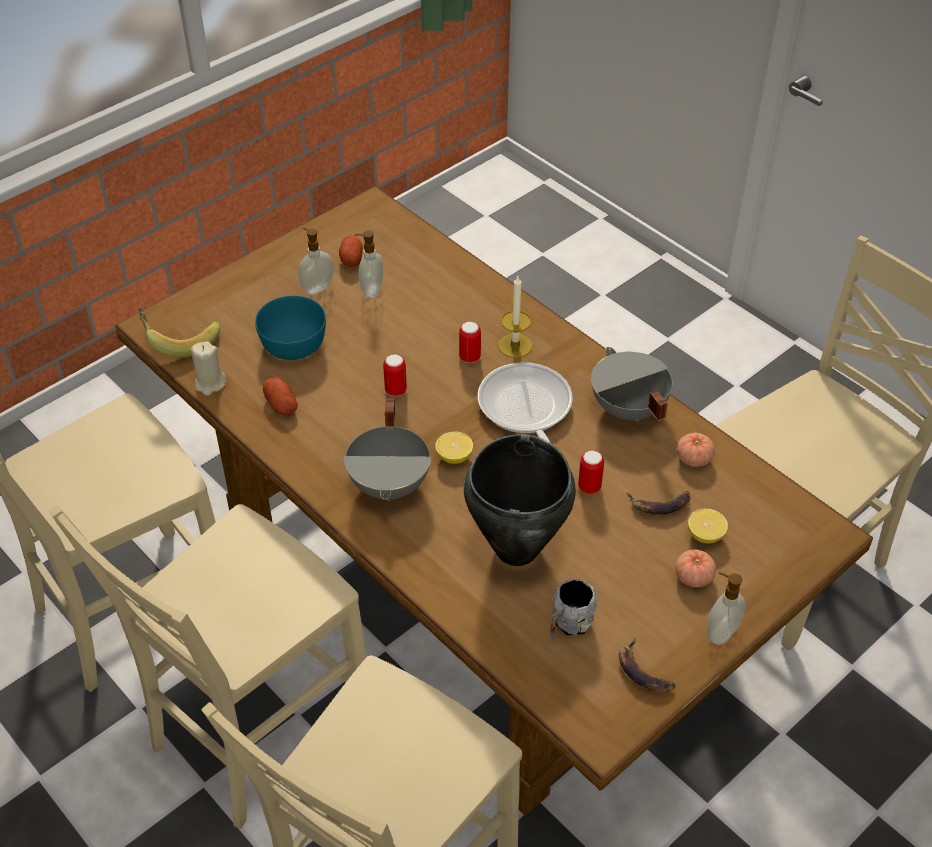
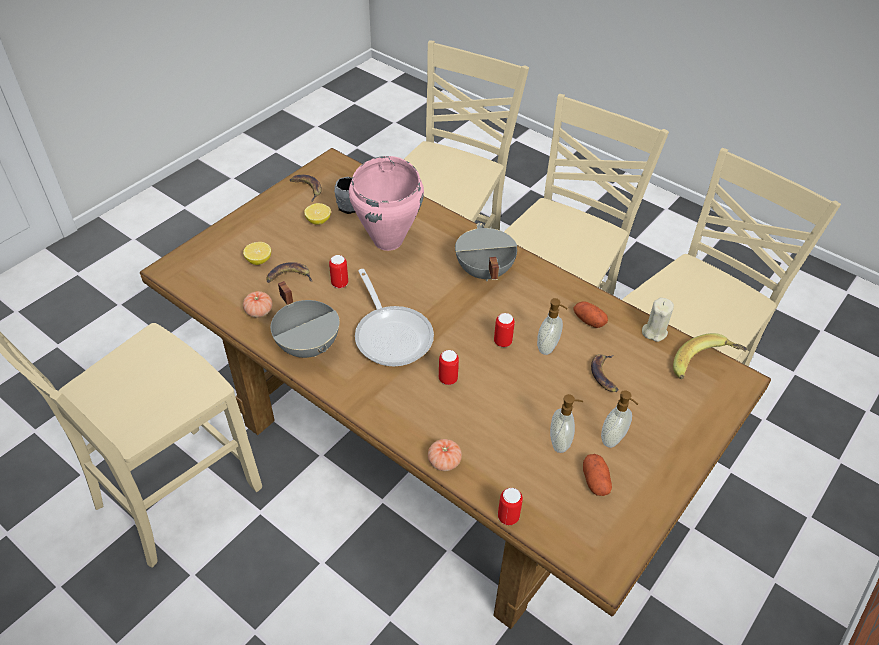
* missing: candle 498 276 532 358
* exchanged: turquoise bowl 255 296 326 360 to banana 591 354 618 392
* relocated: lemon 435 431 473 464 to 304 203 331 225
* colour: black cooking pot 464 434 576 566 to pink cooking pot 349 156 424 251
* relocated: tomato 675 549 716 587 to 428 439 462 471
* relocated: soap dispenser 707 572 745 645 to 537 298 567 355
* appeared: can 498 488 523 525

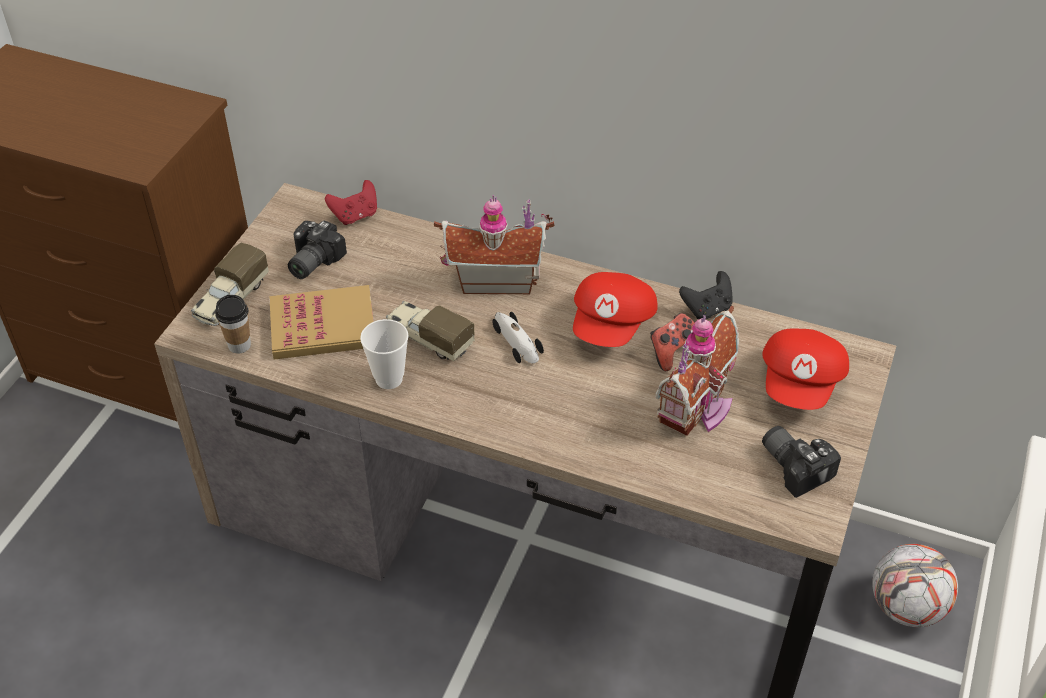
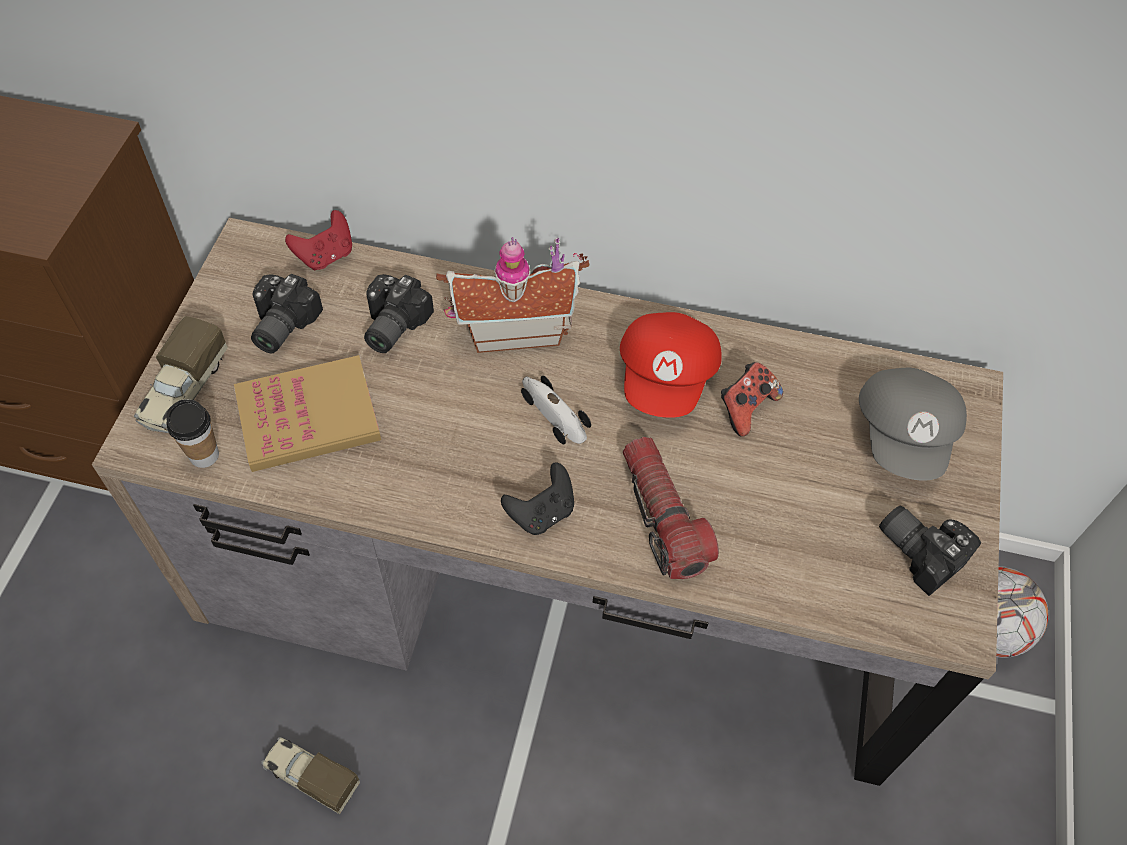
* relocated: black game controller 679 271 733 319 to 501 462 574 535
* relocated: toy truck 386 301 475 361 to 261 737 360 815
* missing: toy house 655 306 739 436
* missing: cup 360 319 409 389
* colour: red cap 762 329 849 410 to grey cap 859 368 967 481
* appeared: photo camera 364 274 434 353
* appeared: flashlight 623 437 719 579

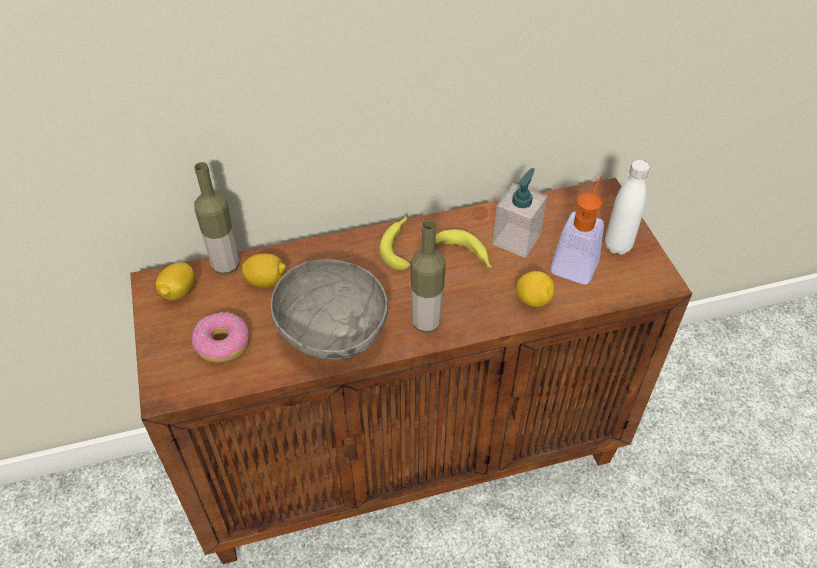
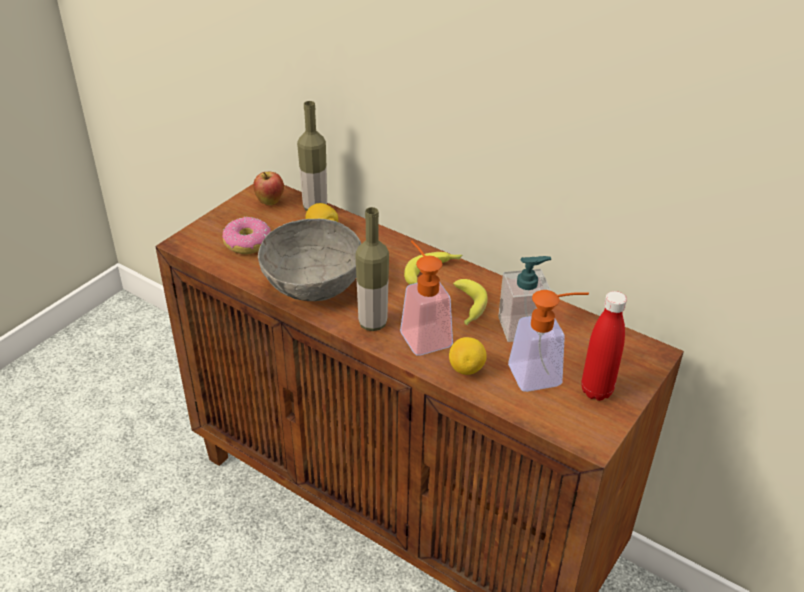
* colour: white bottle 605 160 650 255 to red bottle 581 291 627 401
* exchanged: lemon 156 263 195 300 to apple 253 172 284 205
* appeared: soap dispenser 400 241 453 356

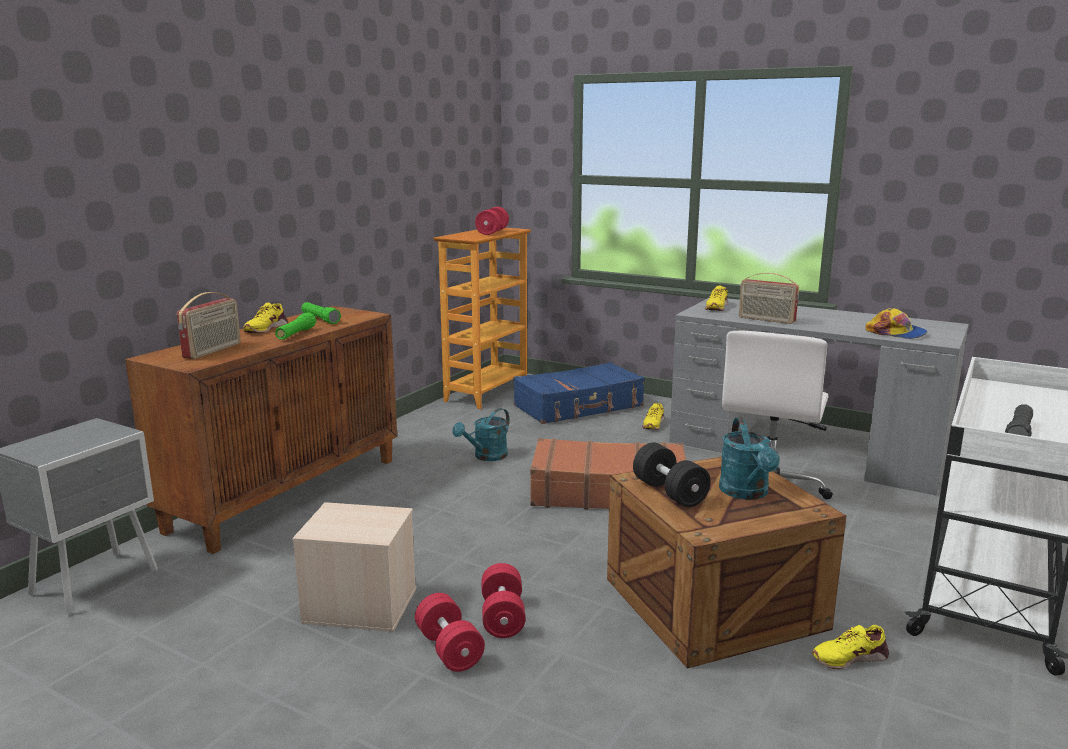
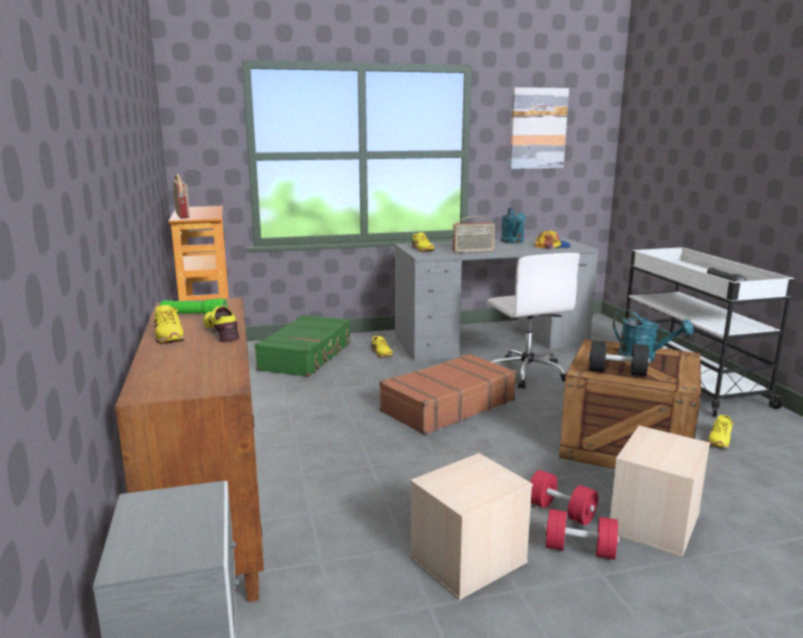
* missing: red dumbbell 475 207 509 235
* relocated: radio 177 292 241 359 to 173 174 190 219
* exchanged: green flashlight 275 312 316 340 to yellow shoe 204 306 240 342
* colour: blue suitcase 514 362 645 424 to green suitcase 255 315 351 377
* relocated: turquoise watering can 452 408 509 461 to 501 208 526 243
* appeared: picture 509 87 569 169
* appeared: beige storage box 610 426 710 557

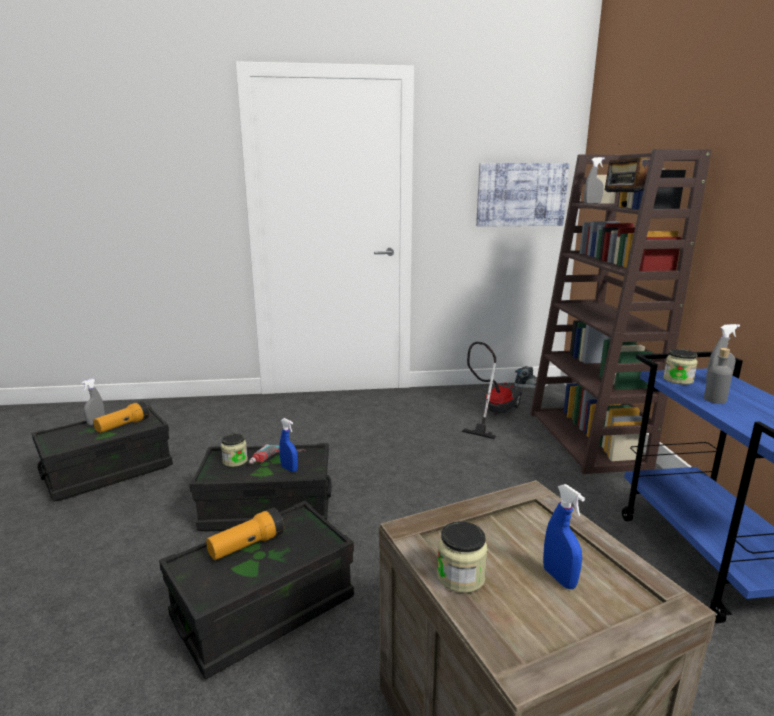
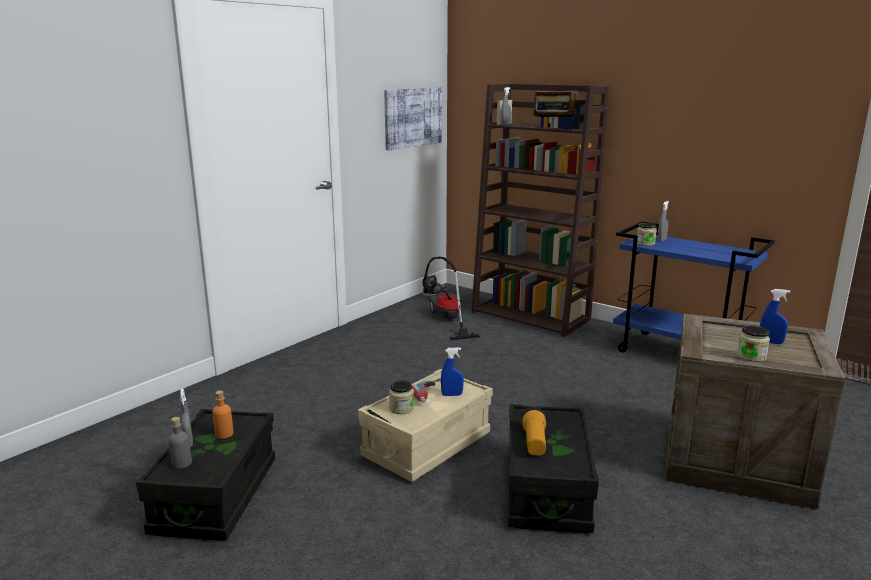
* relocated: grey bottle 704 348 733 404 to 168 417 192 469
* exchanged: flashlight 93 401 149 433 to orange bottle 212 390 234 439
* colour: black storage box 189 443 331 531 to beige storage box 358 369 493 482

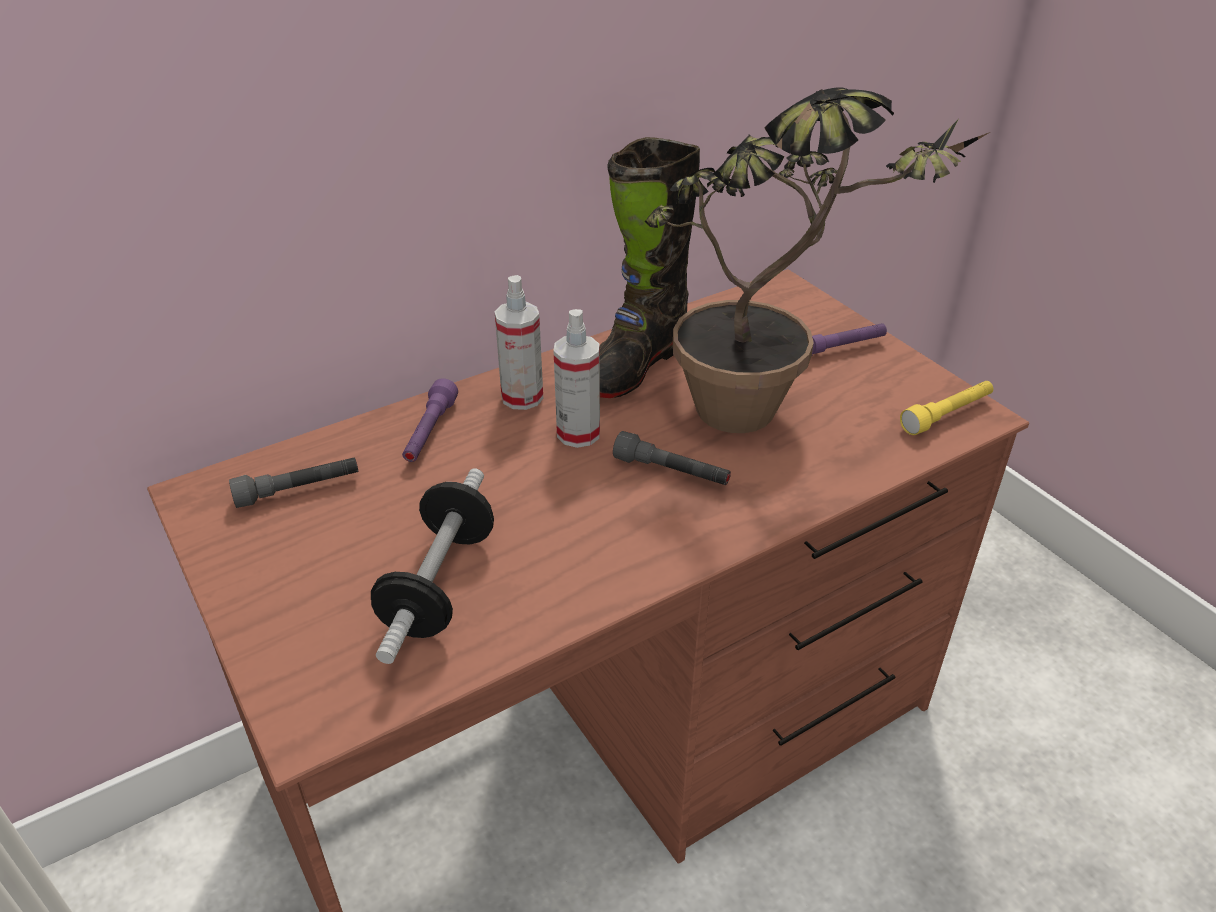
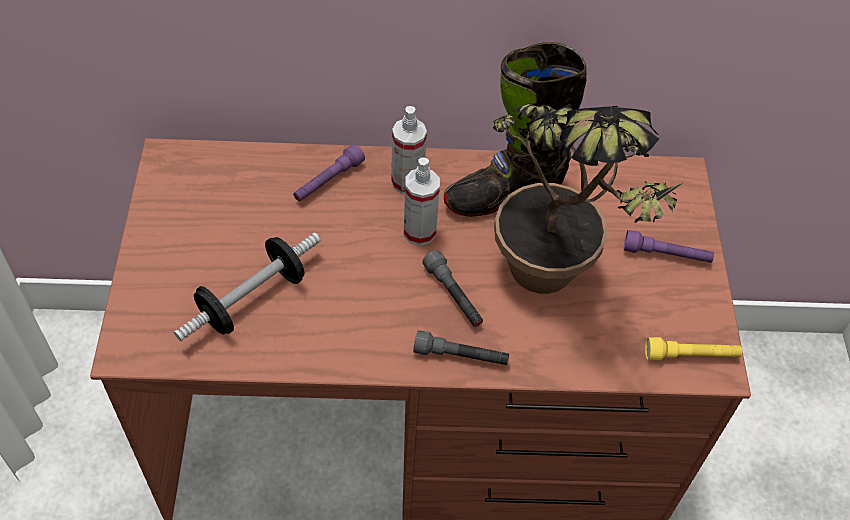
* relocated: grey flashlight 229 457 358 508 to 413 330 509 365

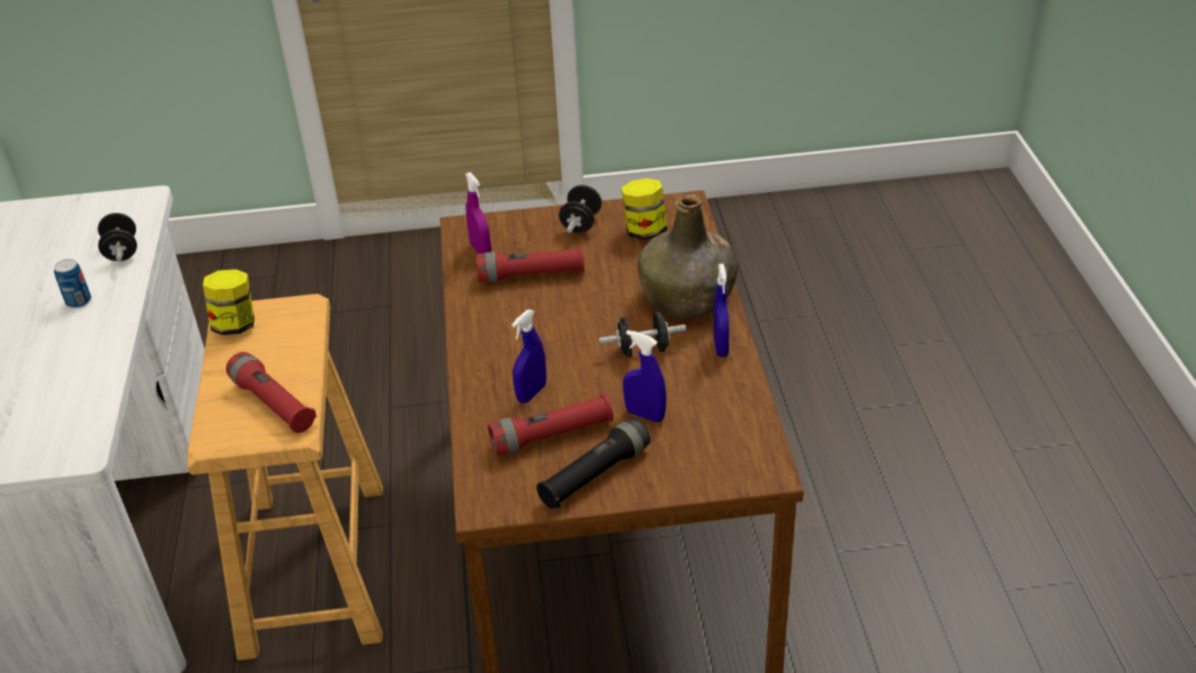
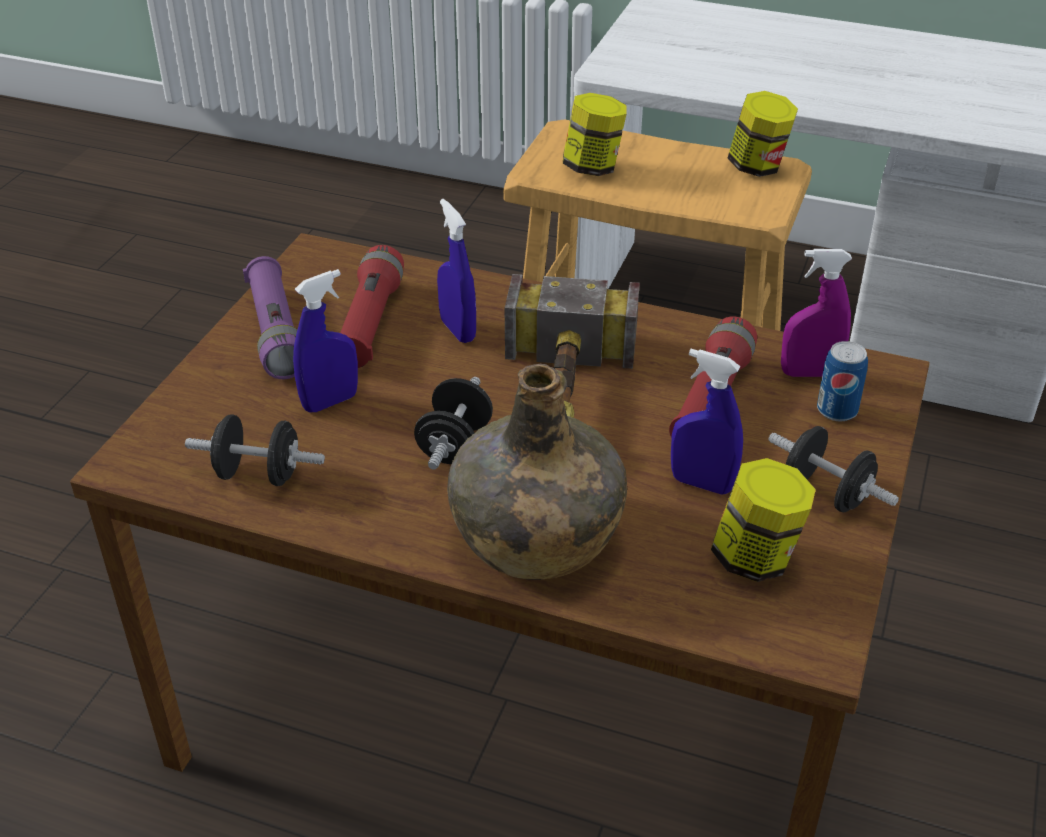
* relocated: black dumbbell 98 213 137 261 to 185 415 325 486
* relocated: can 54 259 91 308 to 817 341 868 421
* relocated: blue spray bottle 713 264 729 357 to 671 349 743 495
* exchanged: red flashlight 226 352 317 433 to jar 563 93 627 176
* colour: black flashlight 537 418 650 509 to purple flashlight 243 256 298 379
* appeared: hammer 505 274 640 418

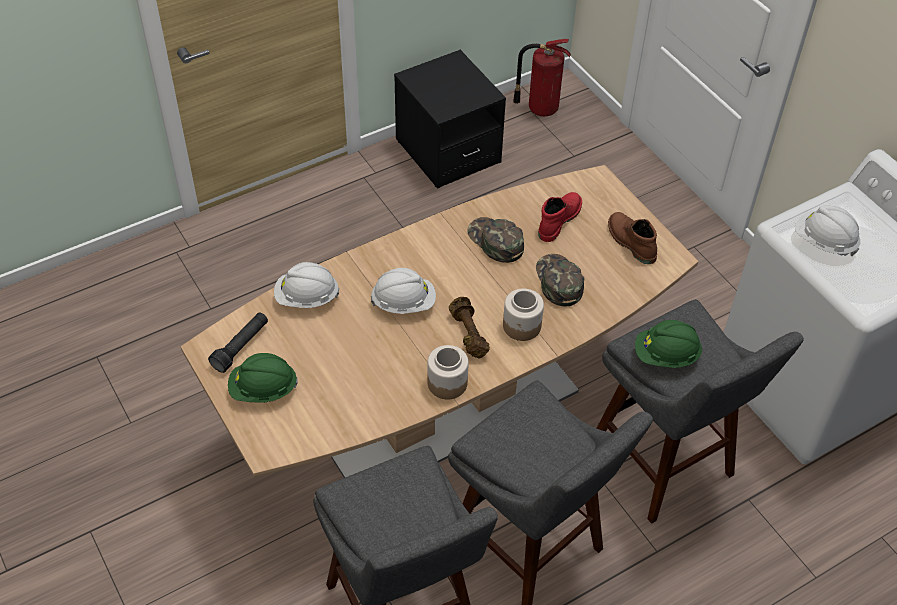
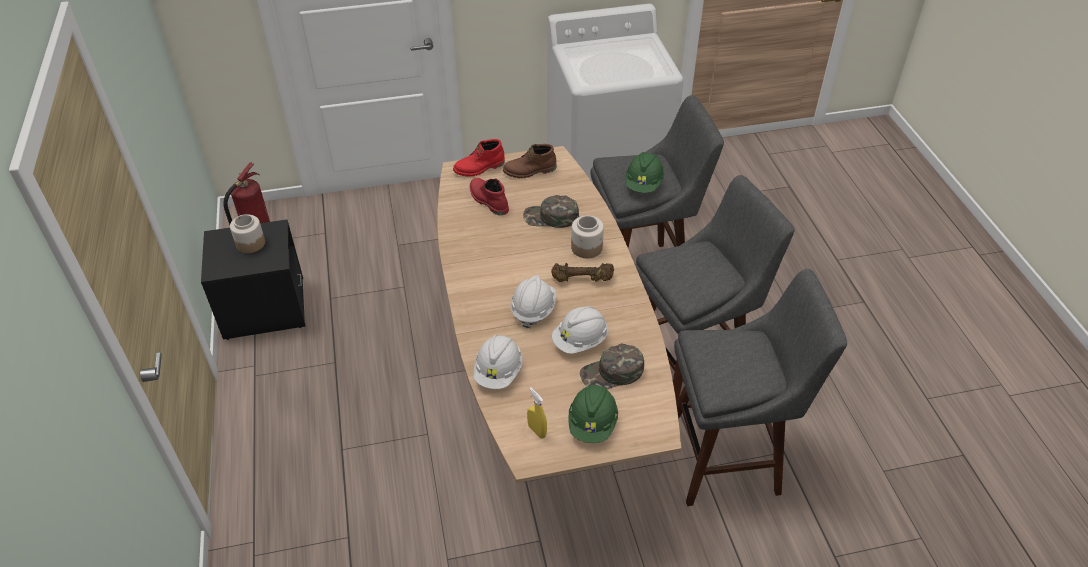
* relocated: white hard hat 795 206 860 256 to 552 306 608 354
* relocated: green cap 467 217 524 263 to 580 343 644 389
* exchanged: black flashlight 208 312 268 373 to yellow spray bottle 527 387 547 438
* relocated: jar 427 345 469 400 to 230 214 265 253
* appeared: red boot 453 139 505 177

